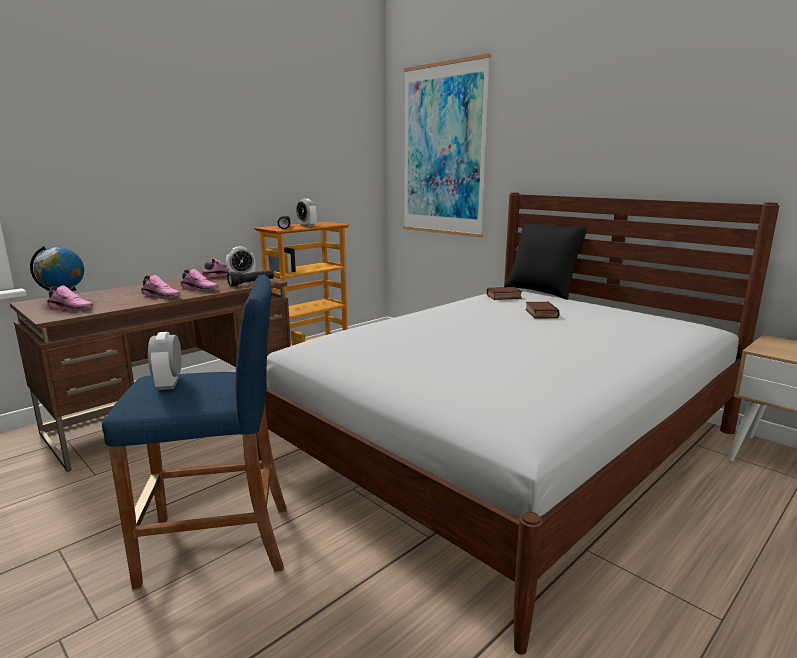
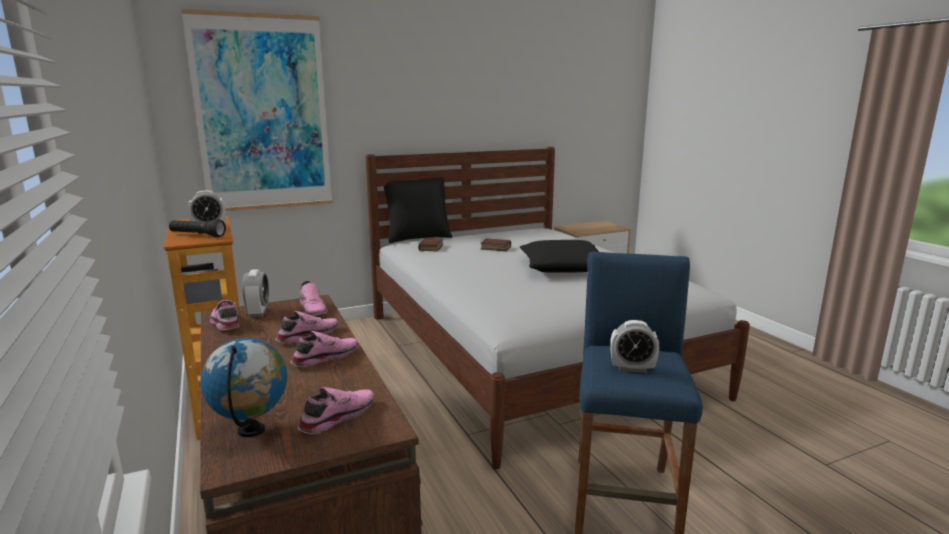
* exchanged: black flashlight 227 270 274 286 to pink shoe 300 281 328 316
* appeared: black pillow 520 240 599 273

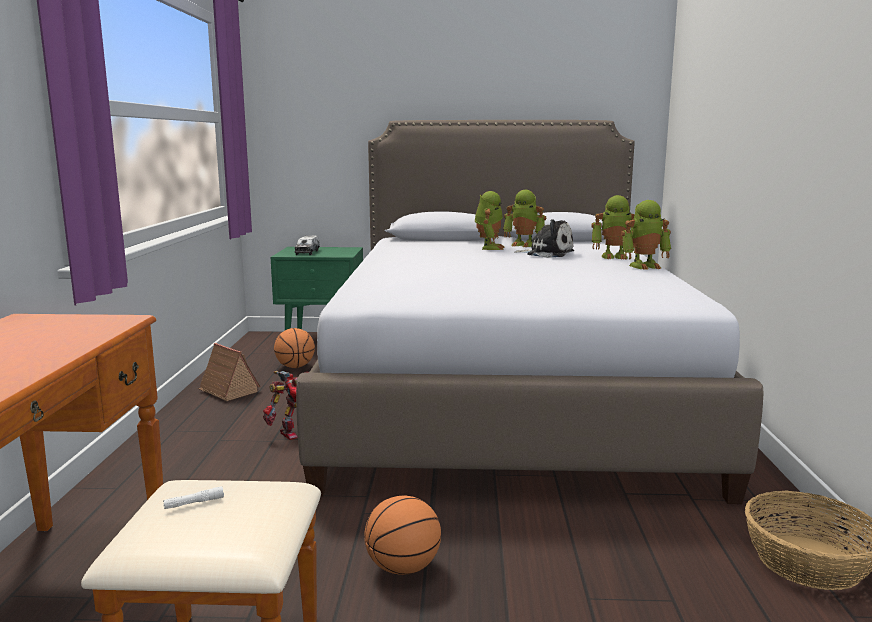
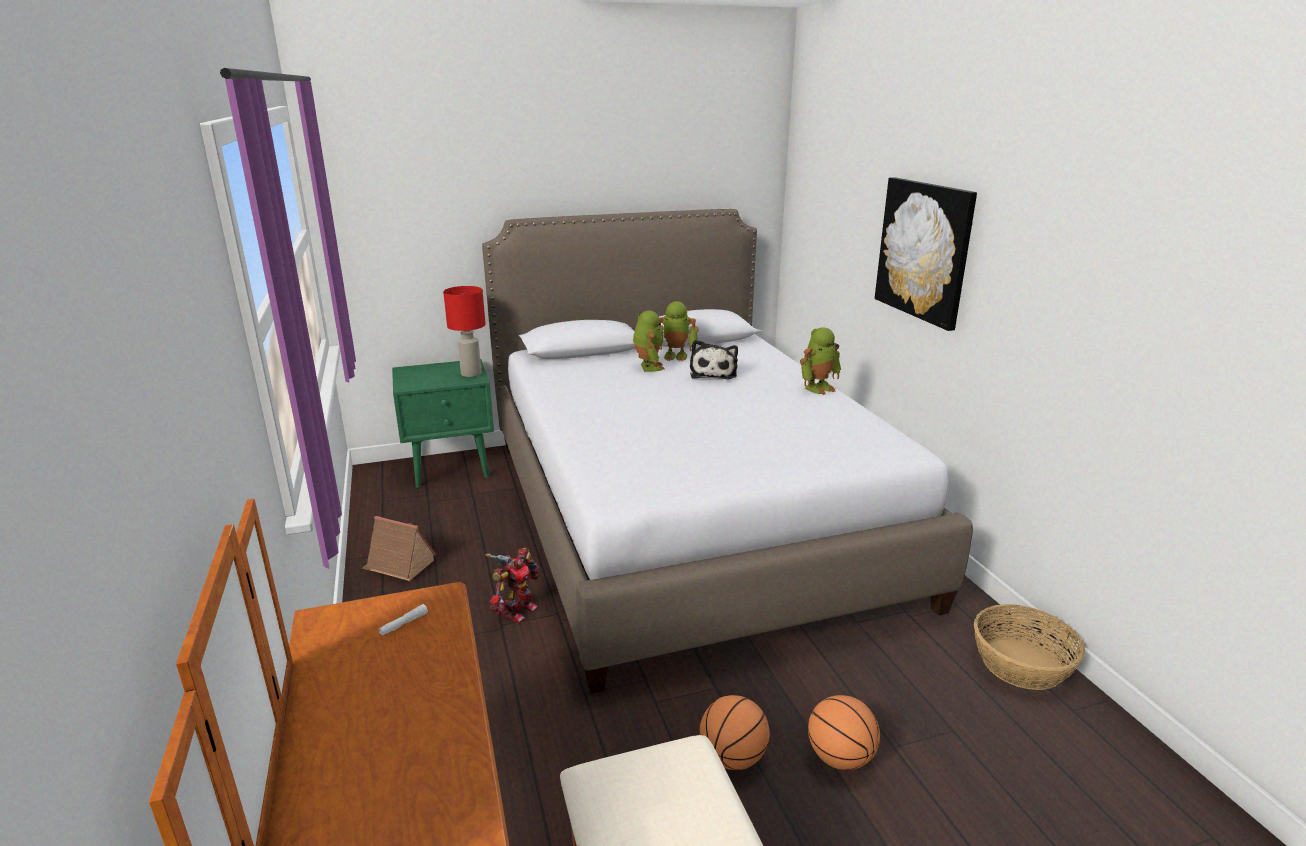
* missing: toy robot 591 195 635 260
* spun: plush toy 515 219 574 258 = 690 340 738 380 90 degrees clockwise
* missing: toy truck 295 236 320 255
* relocated: basketball 274 328 315 368 to 808 695 880 770
* relocated: white flashlight 163 486 224 509 to 379 604 428 635
* appeared: picture 875 177 977 331
* appeared: red table lamp 443 286 486 377

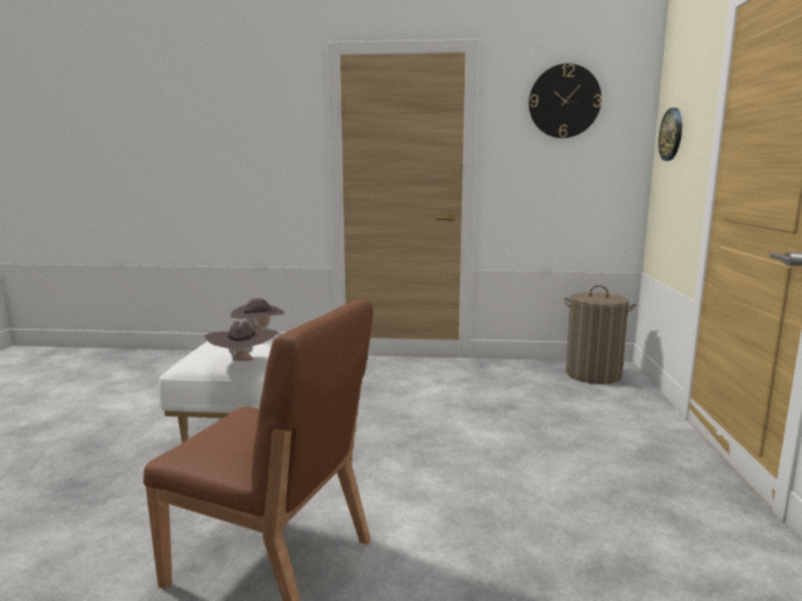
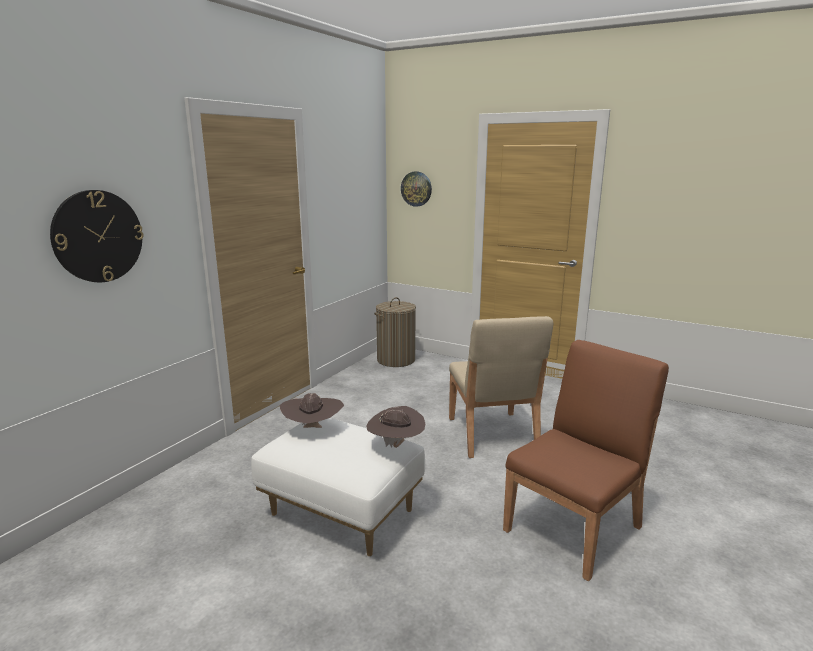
* relocated: wall clock 529 63 602 138 to 50 190 144 282
* appeared: beige chair 449 316 553 458

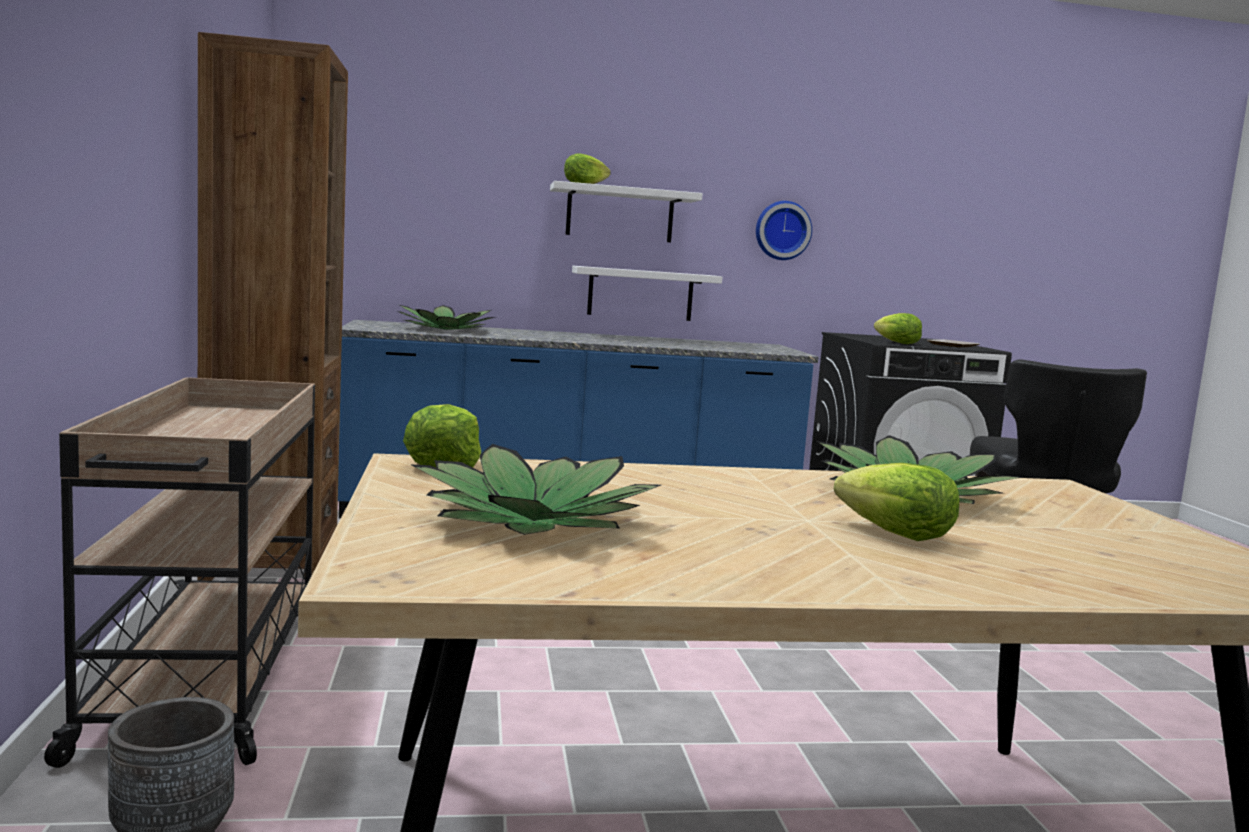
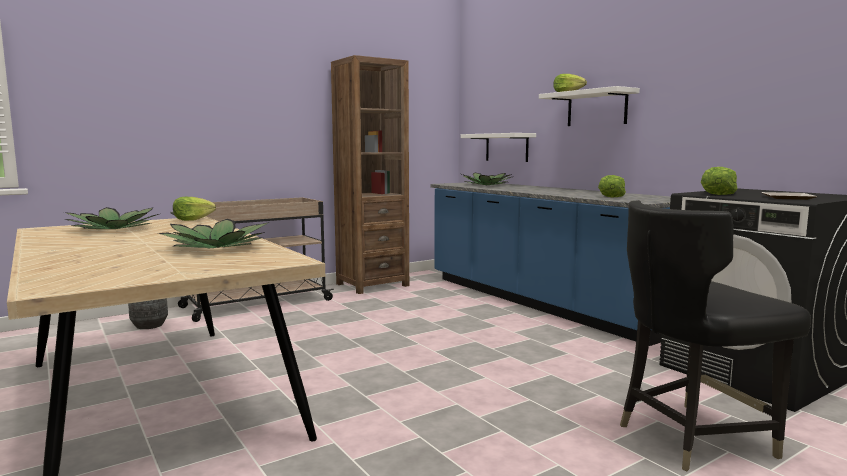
* missing: wall clock 756 201 812 260
* relocated: white shelf 572 266 722 321 to 460 133 536 162
* relocated: lettuce 834 463 959 541 to 598 175 626 197

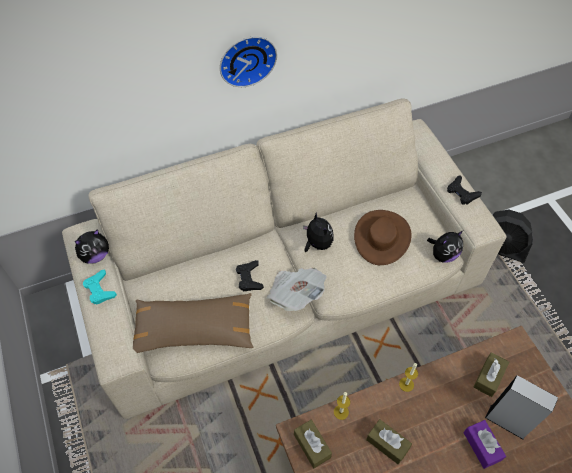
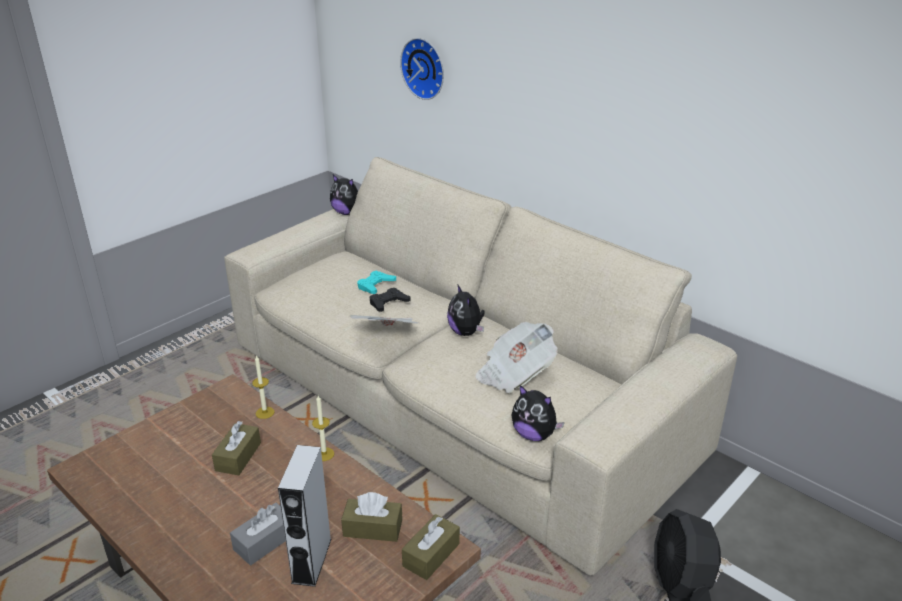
* relocated: wall clock 220 36 277 87 to 400 38 444 100
* missing: black game controller 447 175 482 205
* exchanged: brown hat 354 210 412 265 to newspaper 475 322 557 393
* spun: plush toy 303 212 334 252 = 447 284 485 336 120 degrees clockwise
* relocated: turquoise game controller 83 269 117 304 to 357 271 396 294
* missing: brown pillow 133 293 253 353
* relocated: brown tissue box 294 420 332 468 to 402 514 460 580
* colour: purple tissue box 463 420 506 469 to grey tissue box 230 503 286 565

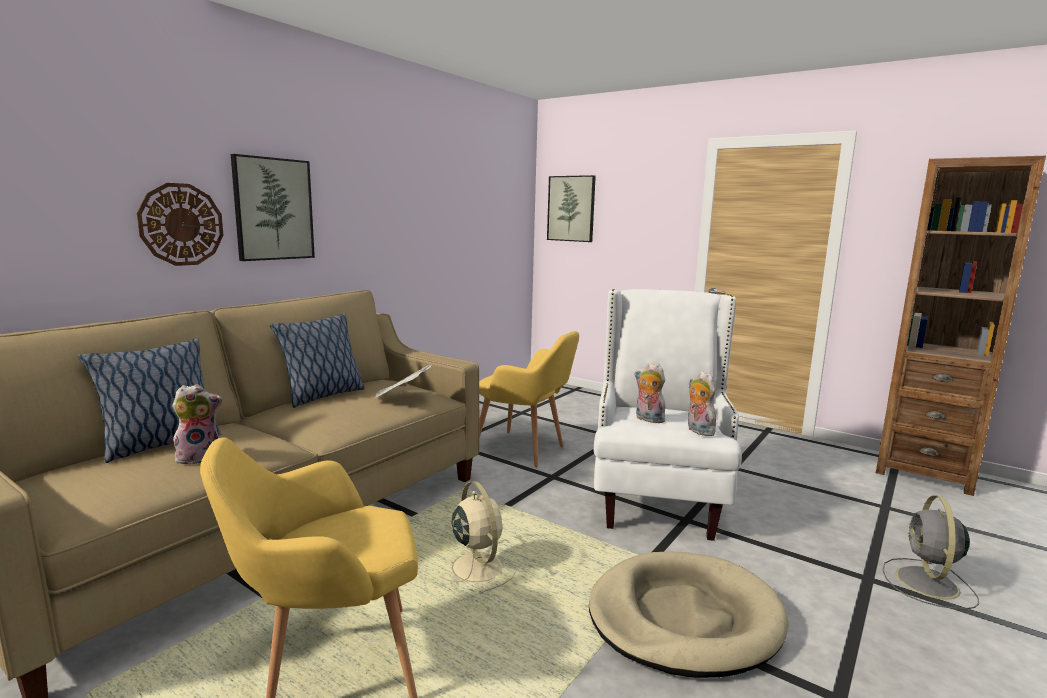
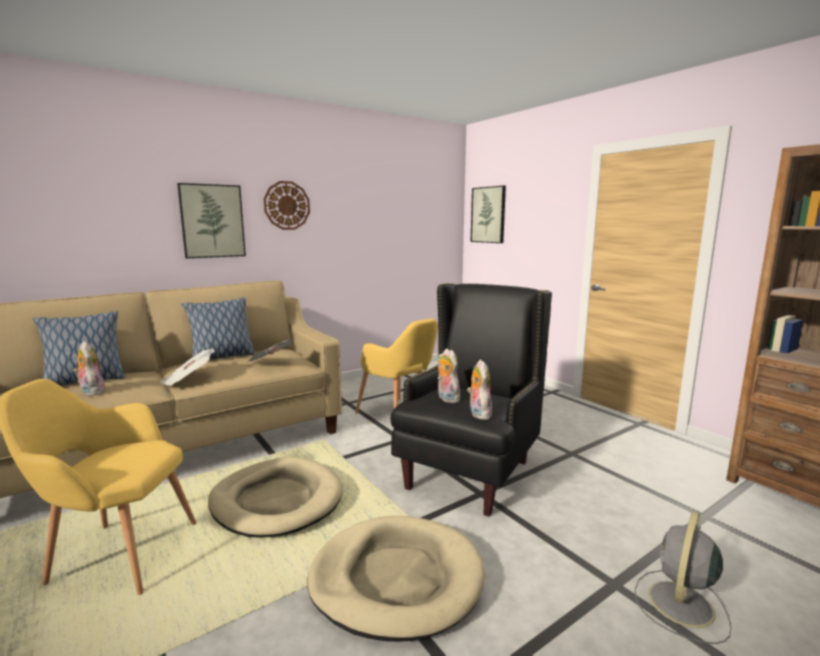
* relocated: wall clock 137 183 223 266 to 264 181 310 230
* colour: white armchair 594 289 742 541 to black armchair 391 283 552 517
* spun: plush toy 172 384 223 464 = 73 341 106 396 120 degrees counterclockwise
* exchanged: beige fan 442 481 517 594 to beige dog bed 208 457 343 538
* appeared: newspaper 160 349 214 386

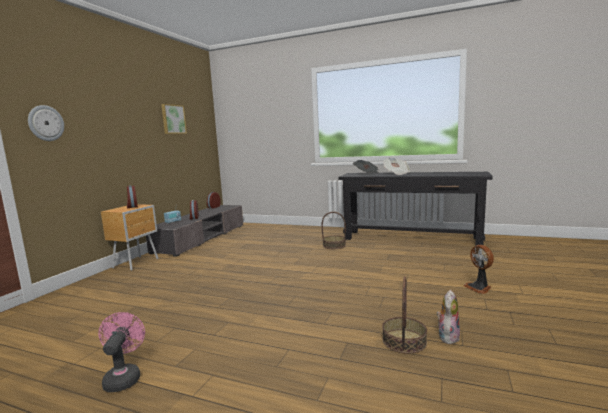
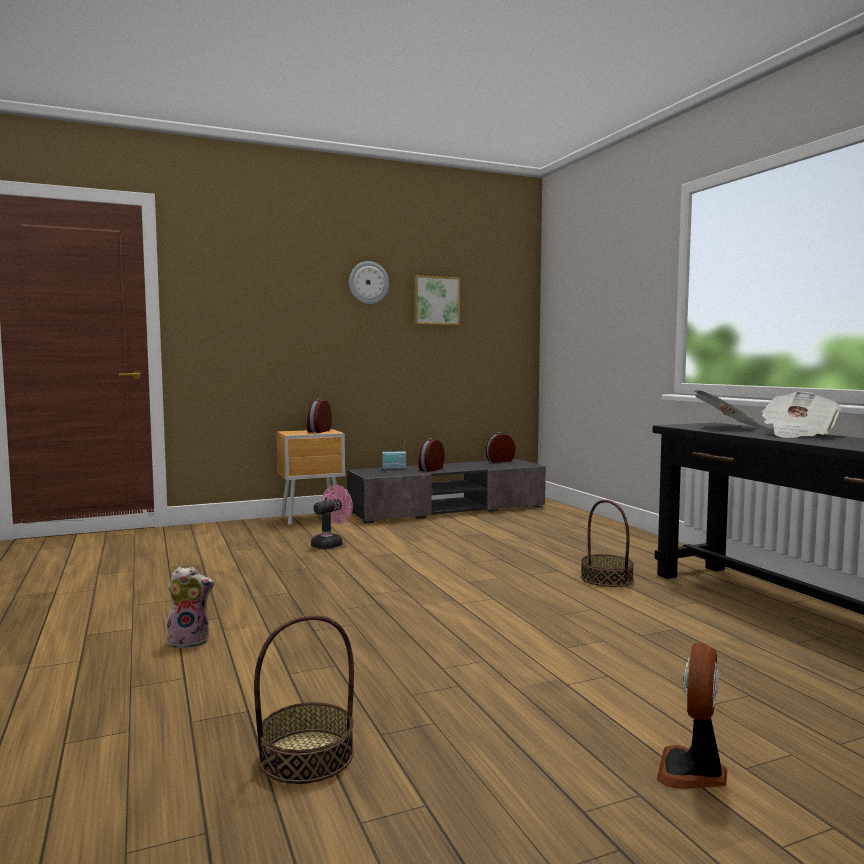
* relocated: wall clock 28 105 64 141 to 349 261 389 304
* relocated: plush toy 436 290 460 344 to 167 567 214 648
* relocated: pink fan 98 312 145 392 to 311 485 353 549

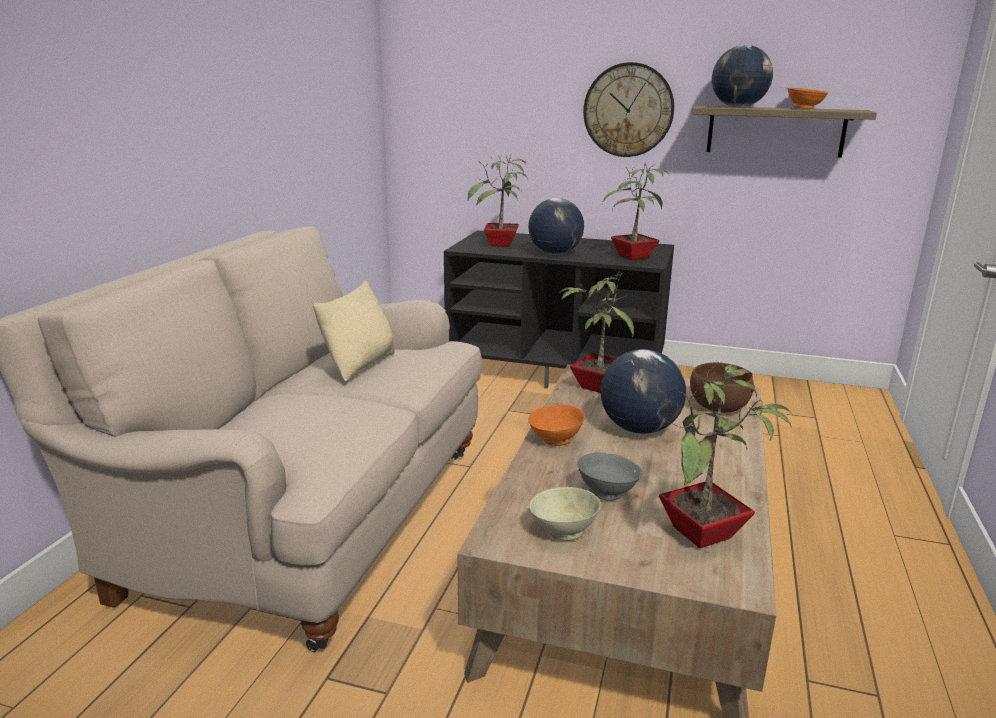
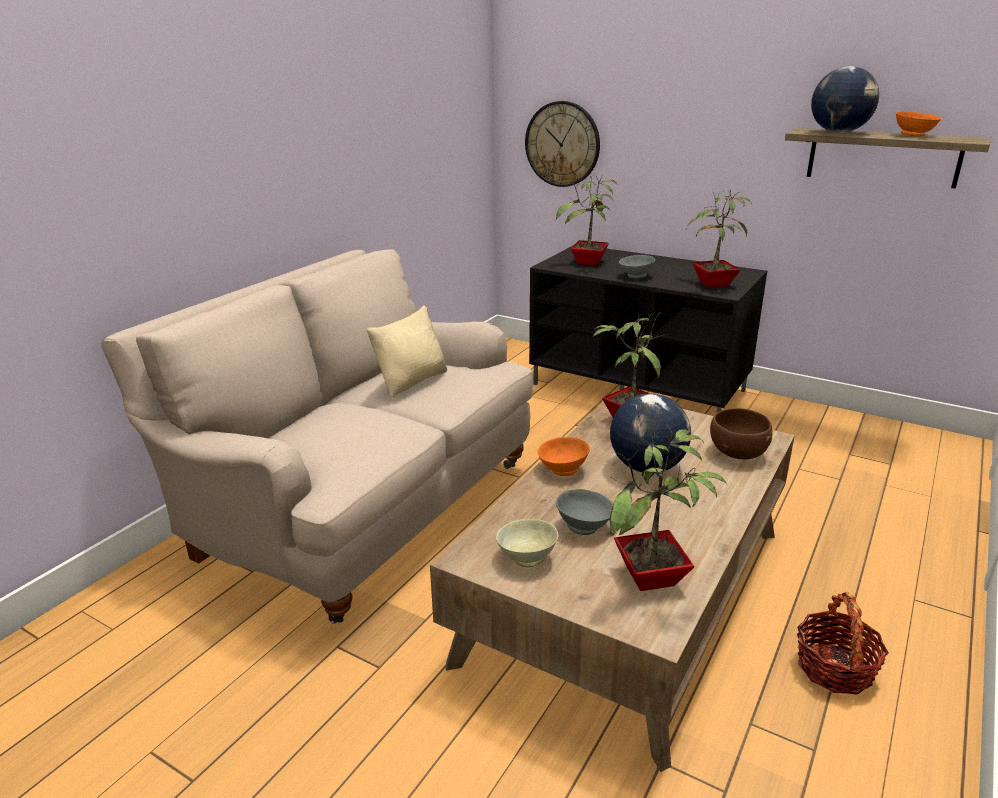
* relocated: wall clock 583 62 674 157 to 525 101 600 187
* exchanged: globe 528 198 584 255 to grey bowl 619 255 655 278
* appeared: basket 797 592 889 695

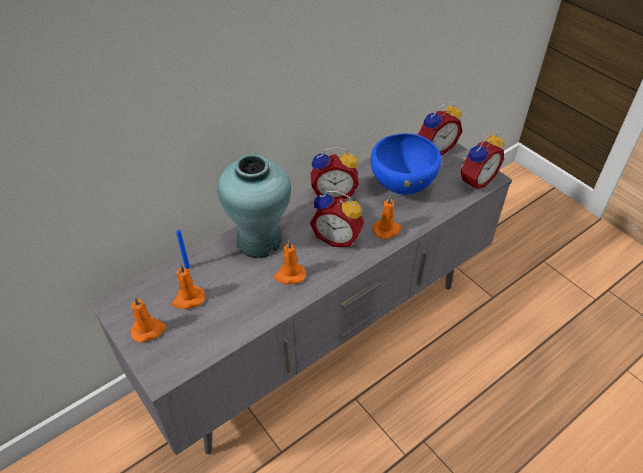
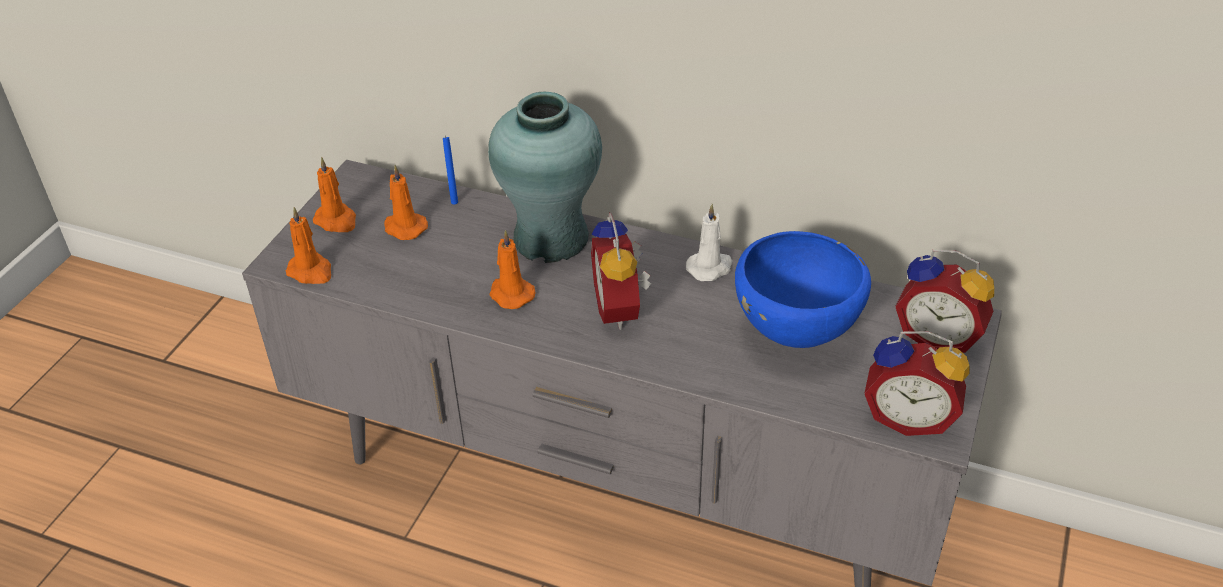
* exchanged: alarm clock 311 147 359 199 to white candle 686 204 733 281
* relocated: orange candle 372 195 401 239 to 286 207 331 284

